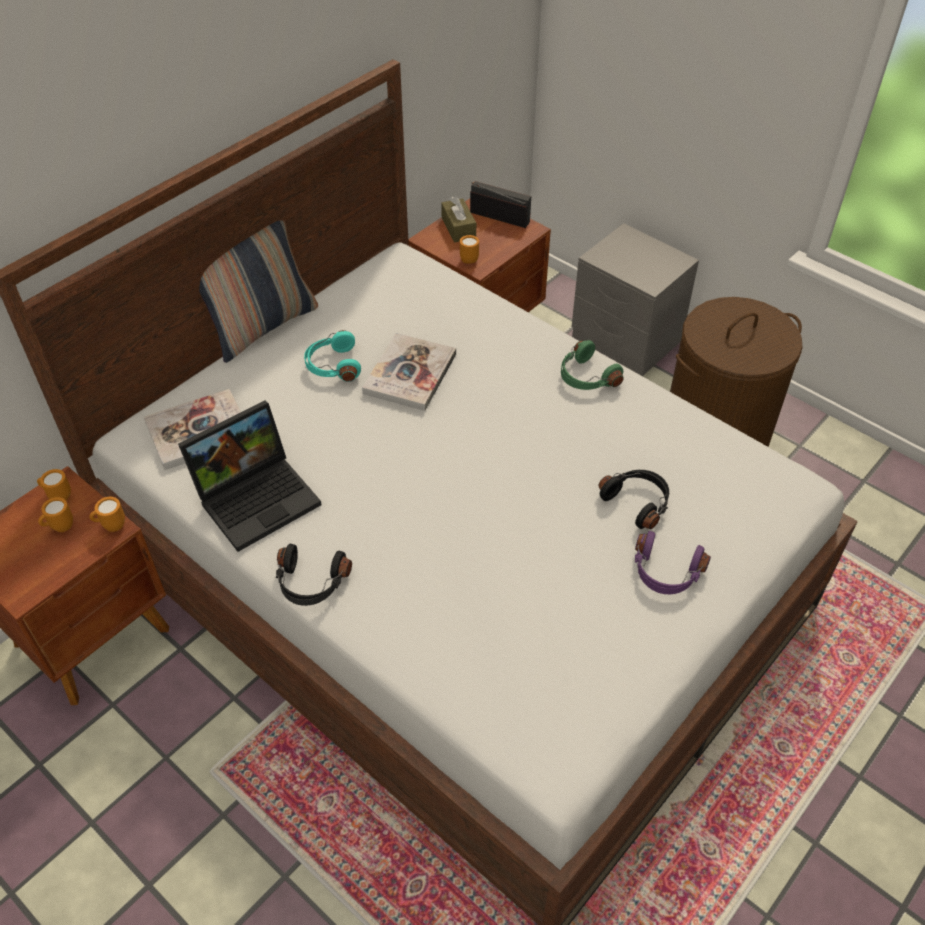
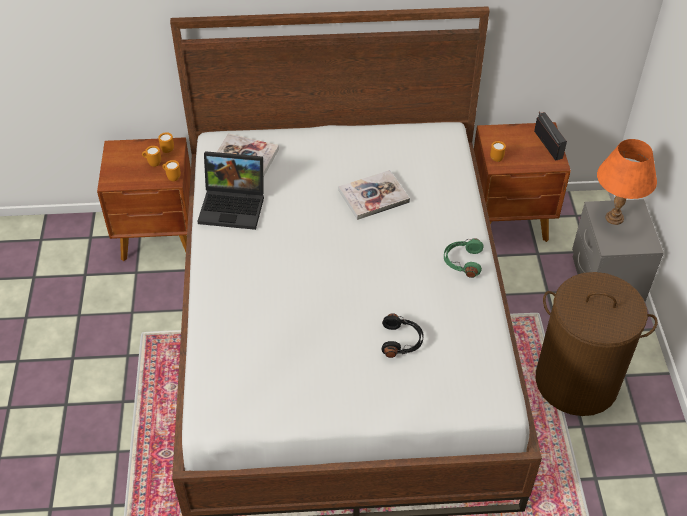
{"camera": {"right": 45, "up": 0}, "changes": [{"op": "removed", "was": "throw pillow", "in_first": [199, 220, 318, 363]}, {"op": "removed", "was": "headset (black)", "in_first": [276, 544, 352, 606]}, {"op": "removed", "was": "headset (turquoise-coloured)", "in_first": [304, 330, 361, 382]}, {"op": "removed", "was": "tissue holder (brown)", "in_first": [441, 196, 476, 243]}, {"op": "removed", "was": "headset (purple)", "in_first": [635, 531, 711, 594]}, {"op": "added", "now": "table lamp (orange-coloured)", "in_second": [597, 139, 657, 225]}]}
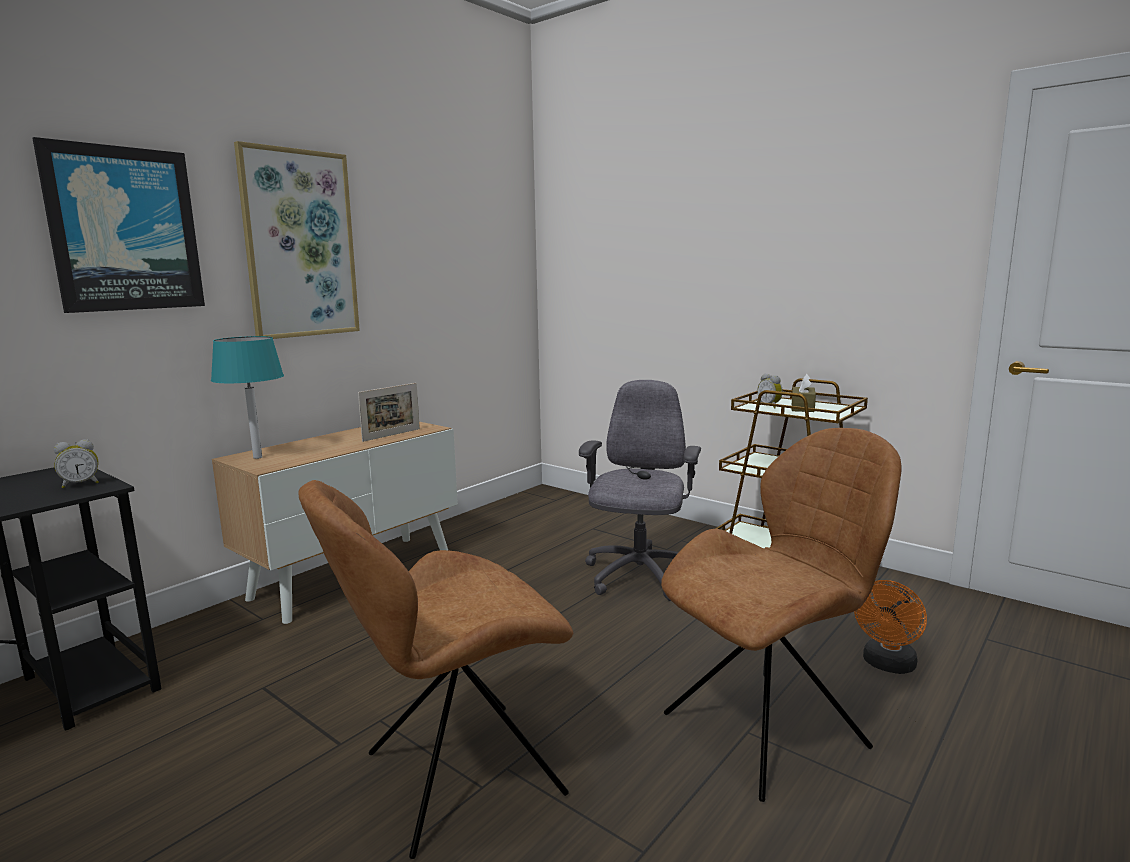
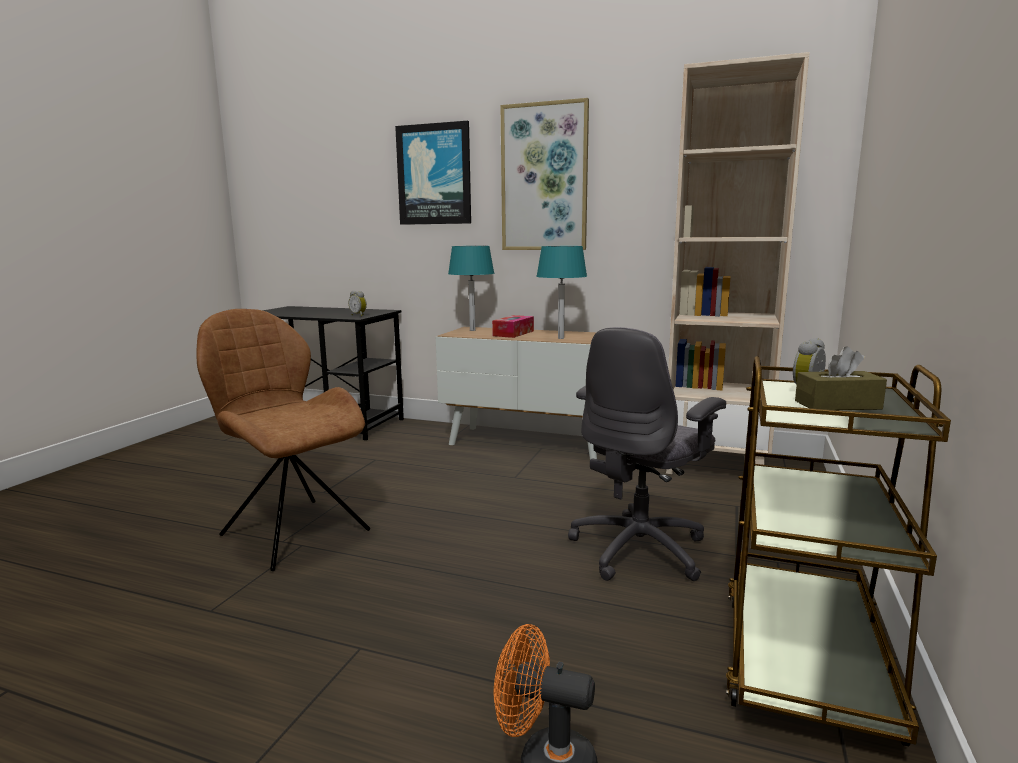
{"camera": {"right": 70, "up": 0}, "changes": [{"op": "replaced", "was": "photo frame", "now": "table lamp (turquoise-coloured)", "in_first": [358, 383, 420, 442], "in_second": [536, 246, 587, 339]}, {"op": "turned", "was": "desk chair (greyish)", "in_first": [579, 380, 701, 601], "in_second": [568, 327, 726, 581], "clockwise": 135}, {"op": "removed", "was": "plain chair (brown)", "in_first": [661, 428, 902, 802]}, {"op": "added", "now": "tissue holder", "in_second": [492, 315, 534, 338]}, {"op": "added", "now": "bookshelf (beige-coloured)", "in_second": [666, 52, 810, 474]}]}
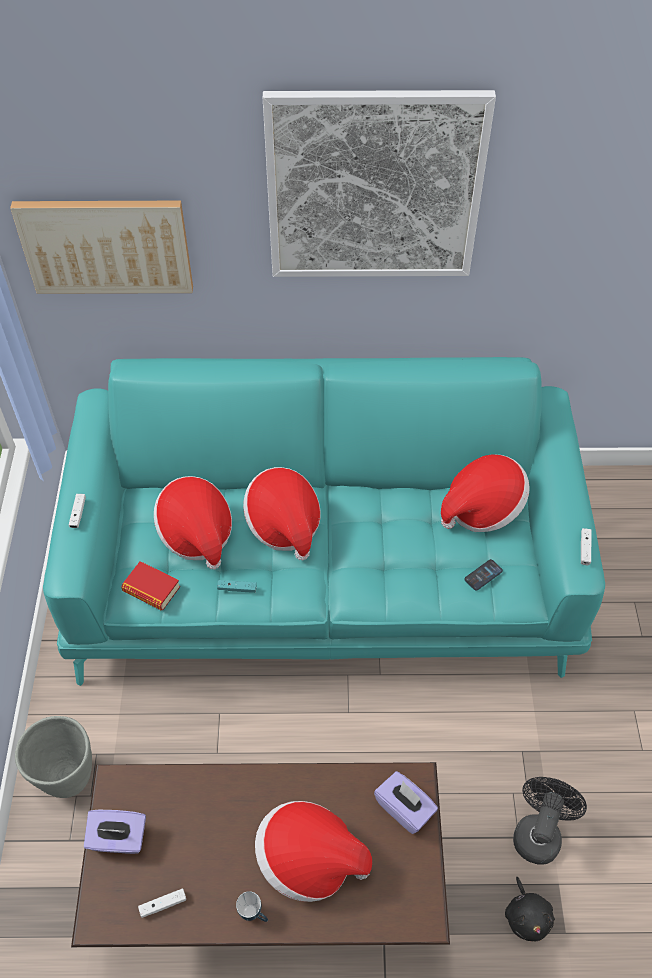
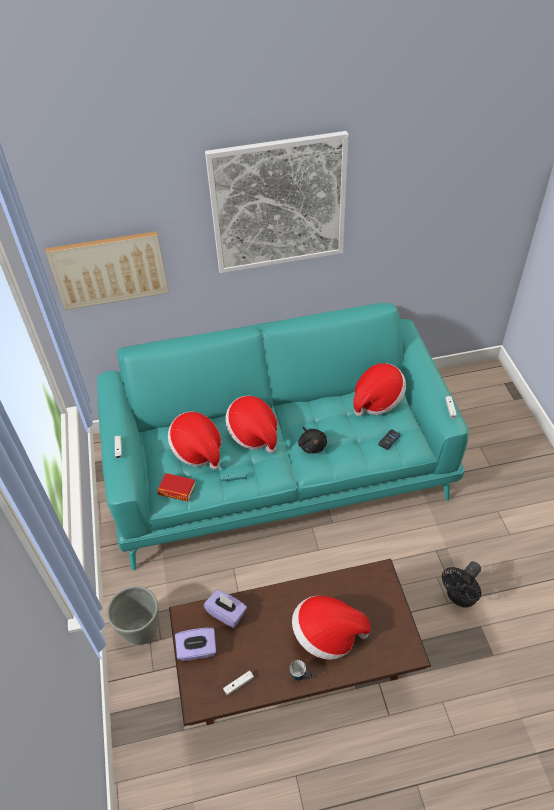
{"camera": {"right": -10, "up": -5}, "changes": [{"op": "moved", "was": "tissue holder (purple)", "in_first": [374, 771, 438, 834], "in_second": [204, 590, 247, 628]}, {"op": "moved", "was": "cuddly toy (black)", "in_first": [505, 877, 555, 942], "in_second": [298, 427, 327, 454]}, {"op": "turned", "was": "cooling fan (black)", "in_first": [513, 777, 587, 864], "in_second": [442, 561, 481, 607], "clockwise": -150}]}
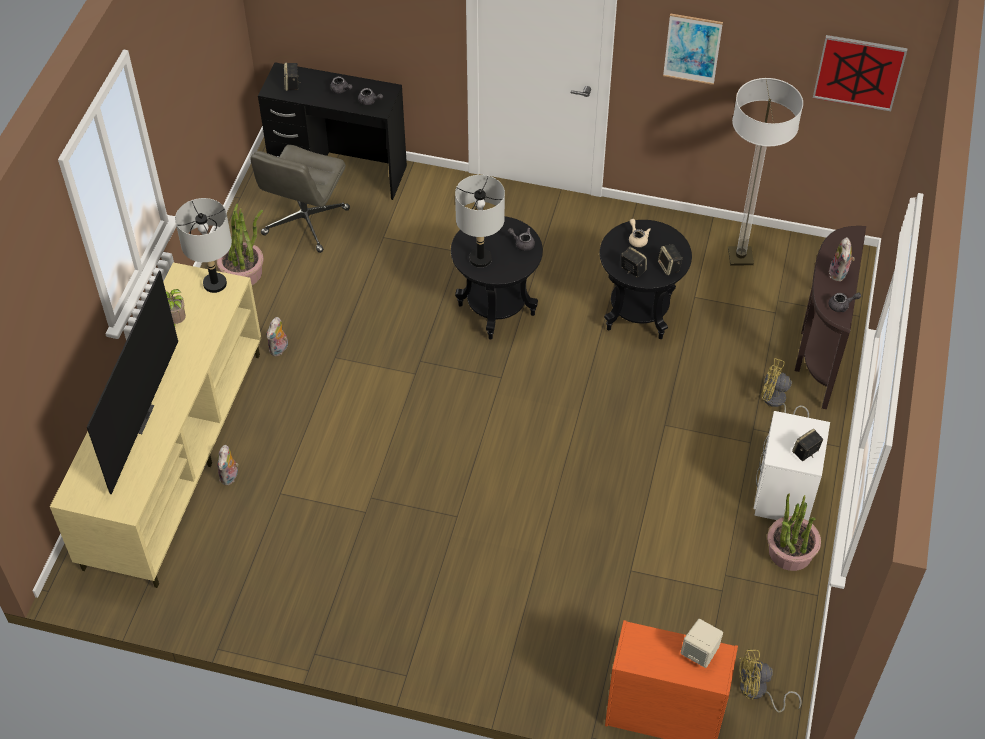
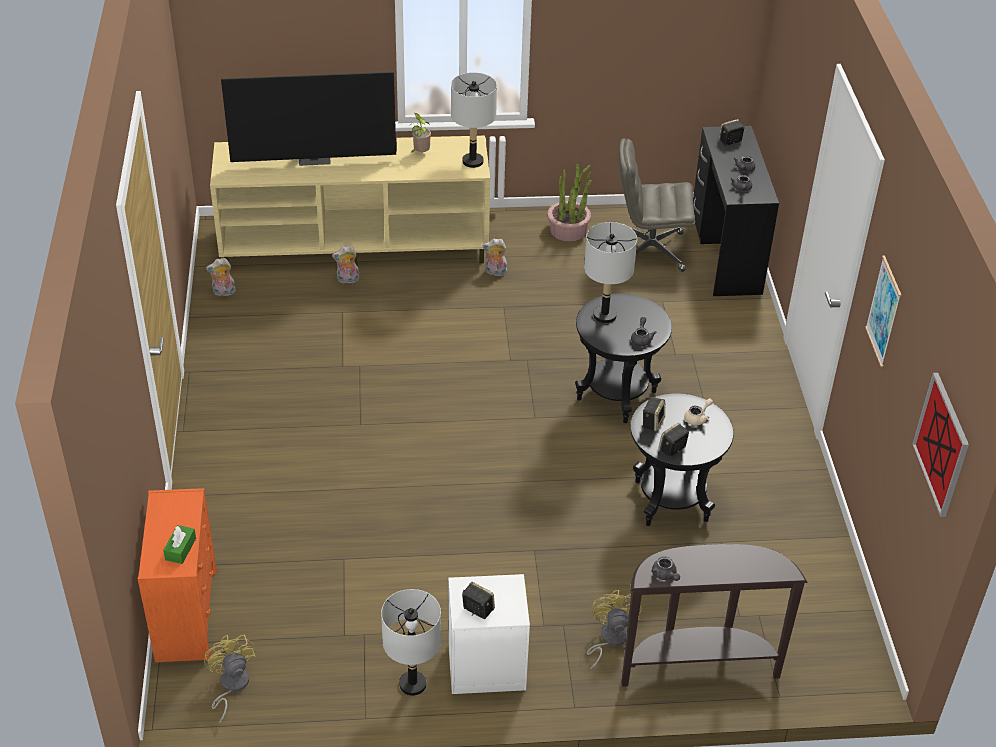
{"camera": {"right": 70, "up": -10}, "changes": [{"op": "replaced", "was": "audio speaker (beige-coloured)", "now": "tissue holder (green-coloured)", "in_first": [681, 619, 723, 668], "in_second": [163, 525, 196, 564]}, {"op": "removed", "was": "standing lamp", "in_first": [728, 78, 803, 265]}, {"op": "replaced", "was": "houseplant", "now": "table lamp (greyish)", "in_first": [767, 493, 821, 571], "in_second": [381, 589, 441, 696]}, {"op": "moved", "was": "cuddly toy", "in_first": [829, 237, 855, 282], "in_second": [206, 258, 236, 296]}]}
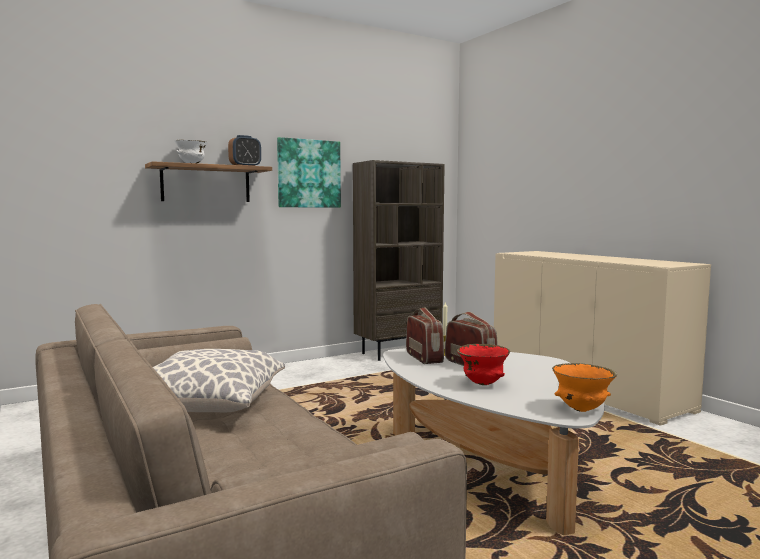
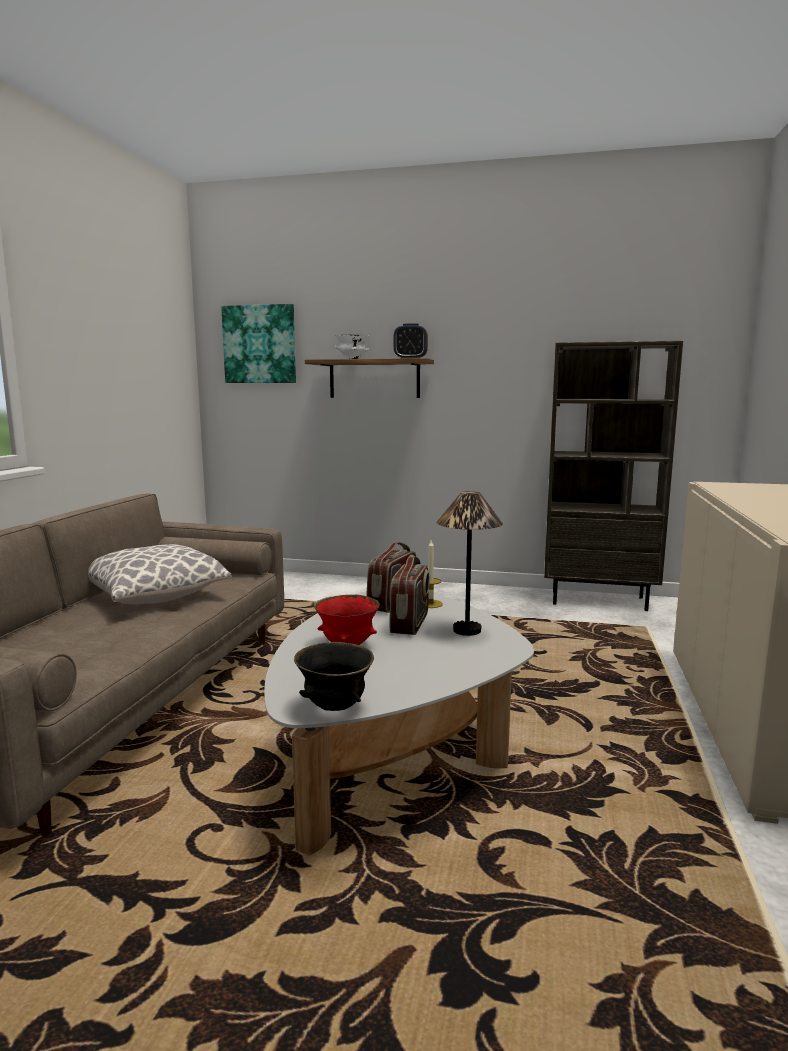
{"camera": {"right": 45, "up": 5}, "changes": [{"op": "moved", "was": "wall art", "in_first": [277, 137, 341, 208], "in_second": [221, 304, 296, 383]}, {"op": "recoloured", "was": "serving bowl (orange-coloured)", "now": "serving bowl (black)", "in_first": [552, 363, 617, 412], "in_second": [294, 642, 374, 711]}, {"op": "added", "now": "table lamp", "in_second": [437, 491, 503, 636]}]}
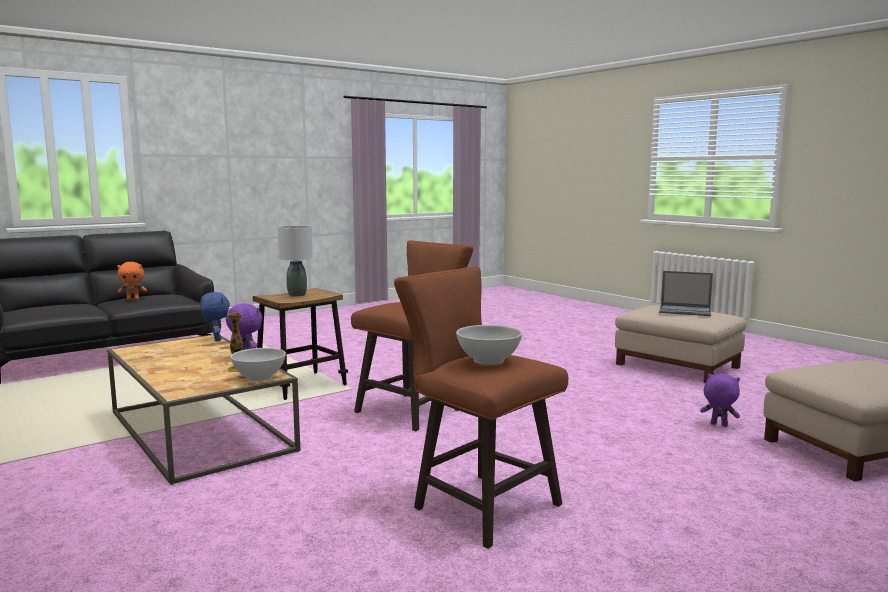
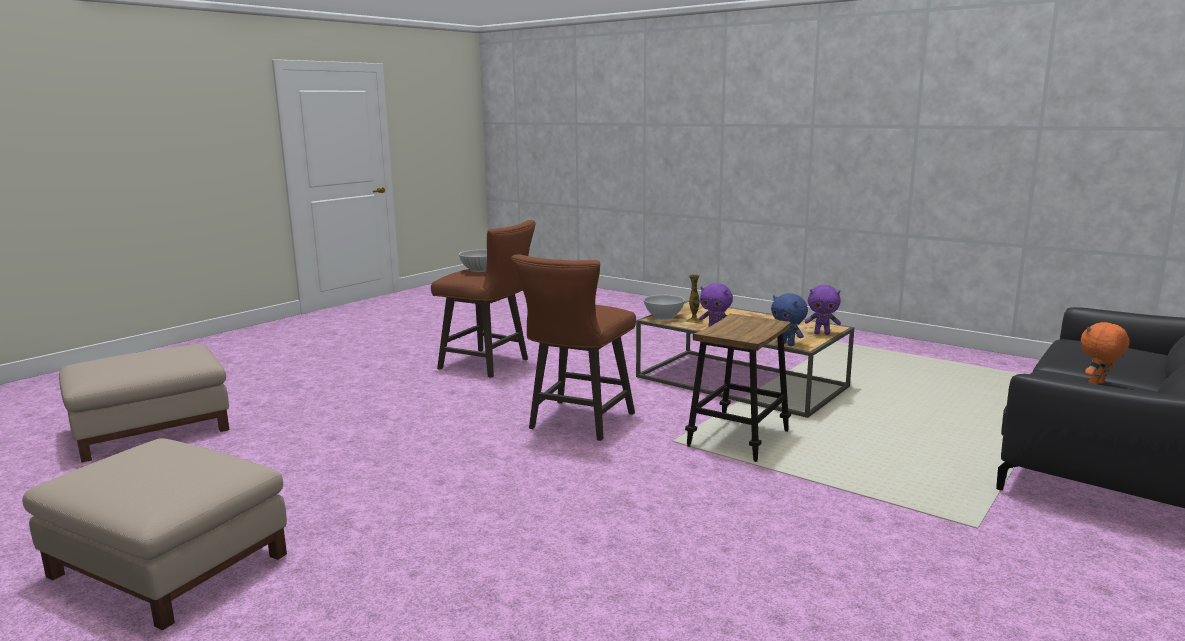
{"camera": {"right": 165, "up": 5}, "changes": [{"op": "removed", "was": "table lamp (greyish)", "in_first": [278, 226, 313, 297]}, {"op": "removed", "was": "portable computer", "in_first": [659, 271, 713, 316]}, {"op": "moved", "was": "cuddly toy (purple)", "in_first": [700, 373, 740, 427], "in_second": [805, 285, 841, 335]}]}
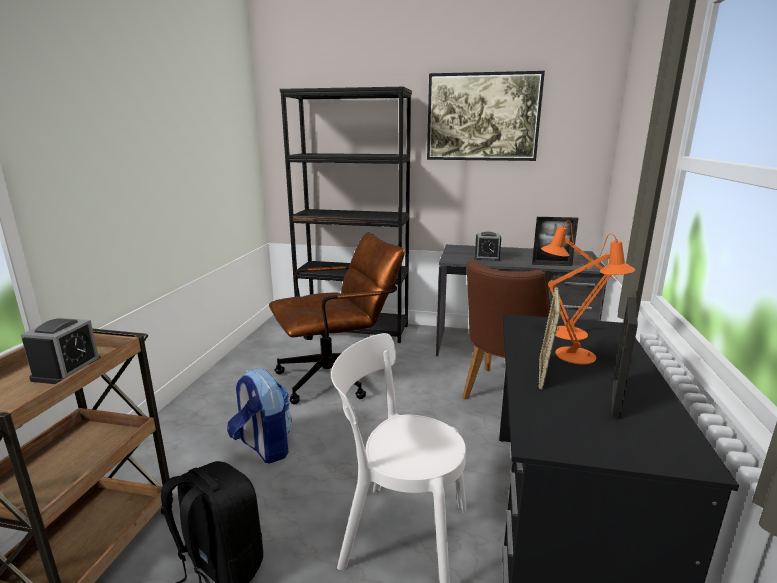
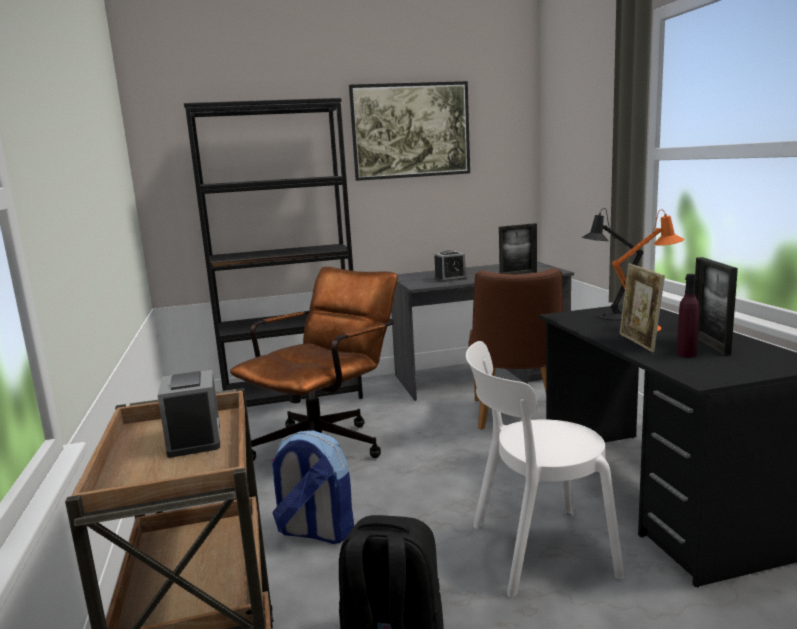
{"camera": {"right": -25, "up": -5}, "changes": [{"op": "recoloured", "was": "table lamp (orange-coloured)", "now": "table lamp (black)", "in_first": [541, 221, 612, 340], "in_second": [582, 208, 643, 320]}, {"op": "added", "now": "drink bottle (purple)", "in_second": [677, 274, 699, 357]}]}
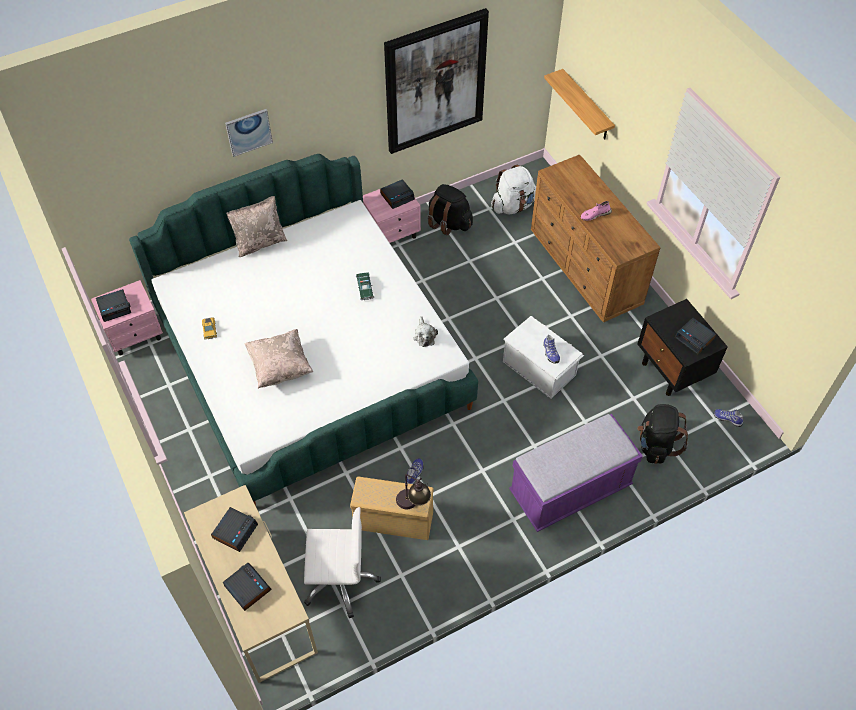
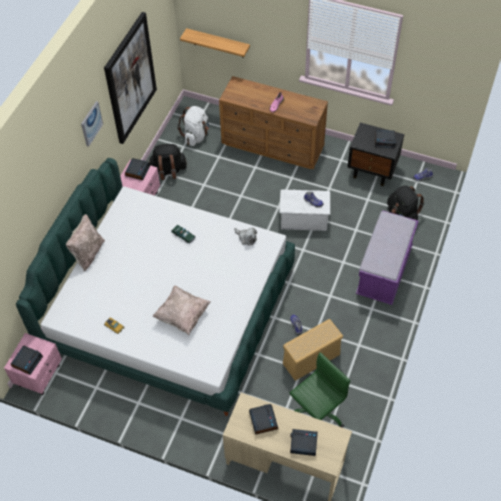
{"camera": {"right": -40, "up": 0}, "changes": [{"op": "moved", "was": "wall art", "in_first": [225, 109, 273, 157], "in_second": [81, 101, 103, 147]}, {"op": "recoloured", "was": "desk chair (whitish)", "now": "desk chair (green-coloured)", "in_first": [304, 507, 381, 618], "in_second": [290, 352, 350, 428]}, {"op": "removed", "was": "table lamp", "in_first": [396, 474, 431, 509]}]}
